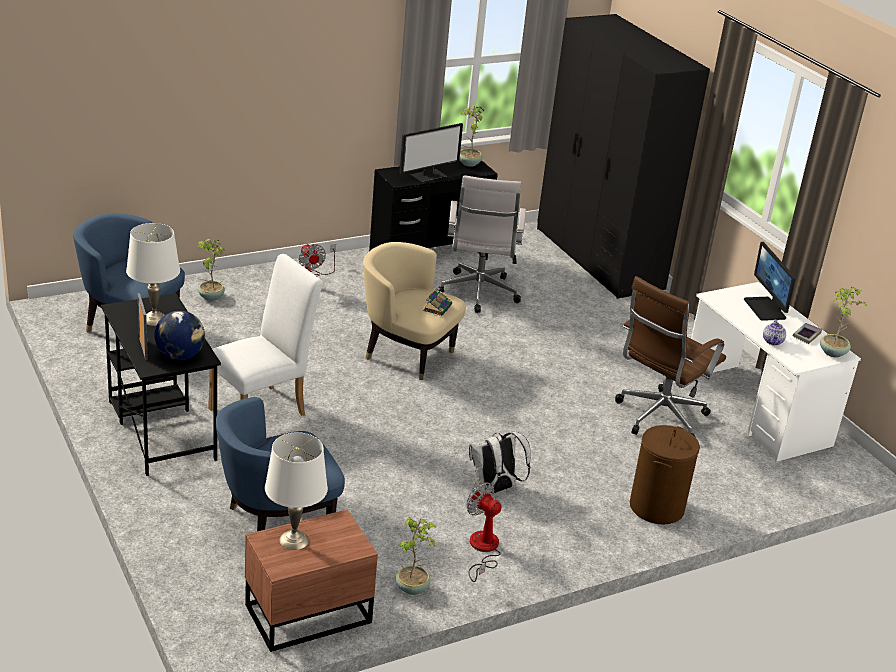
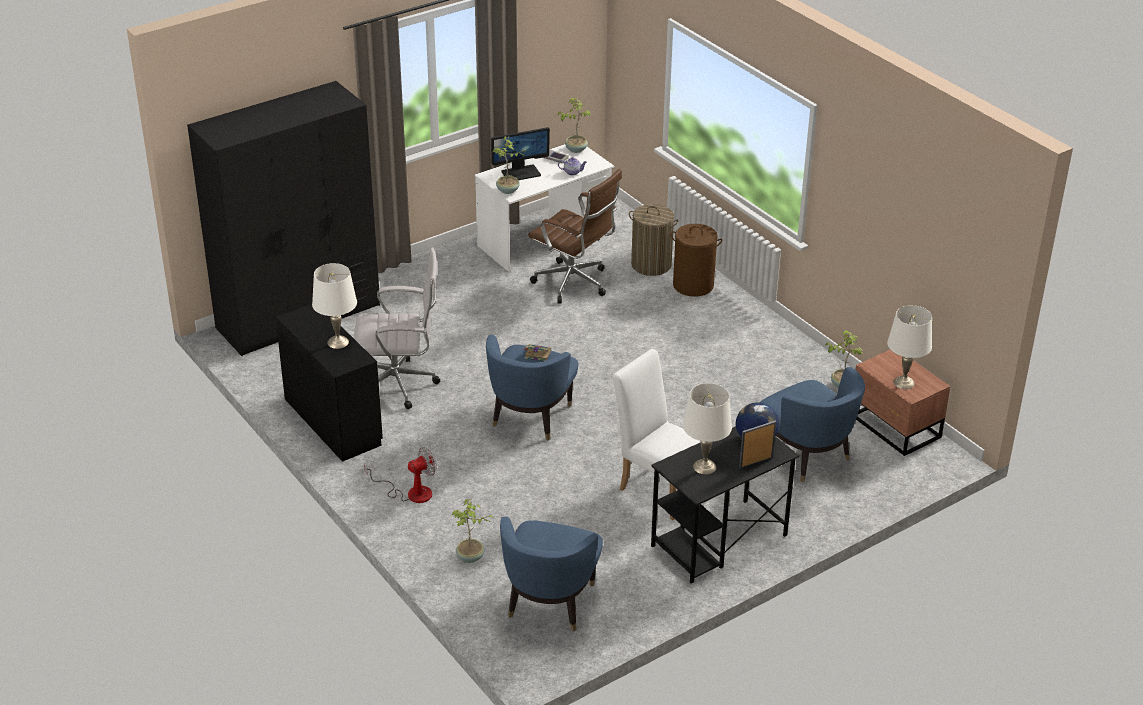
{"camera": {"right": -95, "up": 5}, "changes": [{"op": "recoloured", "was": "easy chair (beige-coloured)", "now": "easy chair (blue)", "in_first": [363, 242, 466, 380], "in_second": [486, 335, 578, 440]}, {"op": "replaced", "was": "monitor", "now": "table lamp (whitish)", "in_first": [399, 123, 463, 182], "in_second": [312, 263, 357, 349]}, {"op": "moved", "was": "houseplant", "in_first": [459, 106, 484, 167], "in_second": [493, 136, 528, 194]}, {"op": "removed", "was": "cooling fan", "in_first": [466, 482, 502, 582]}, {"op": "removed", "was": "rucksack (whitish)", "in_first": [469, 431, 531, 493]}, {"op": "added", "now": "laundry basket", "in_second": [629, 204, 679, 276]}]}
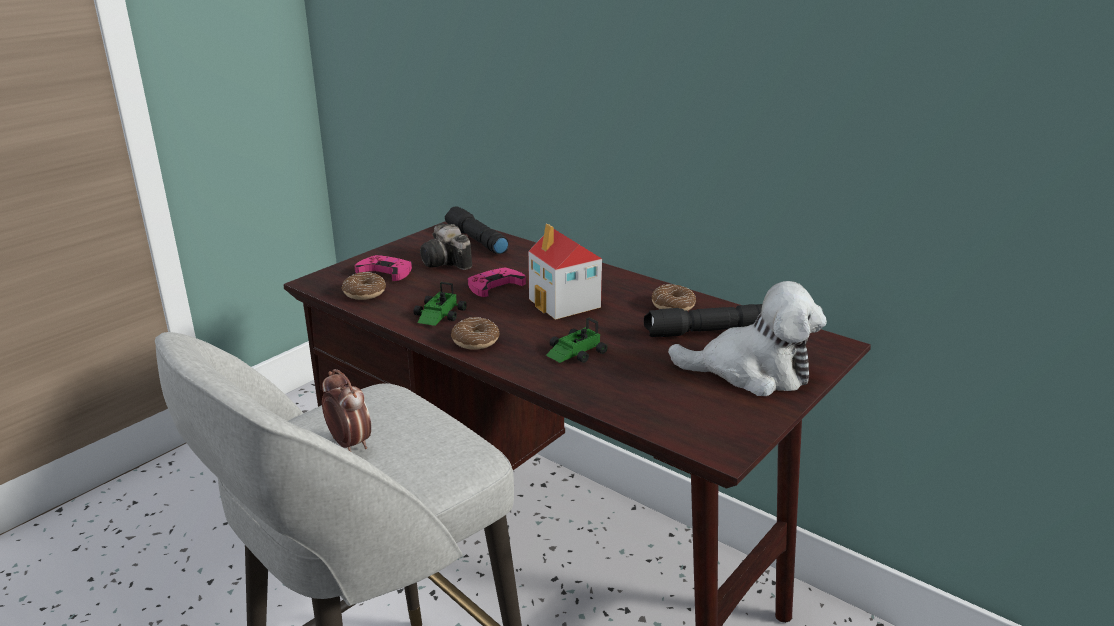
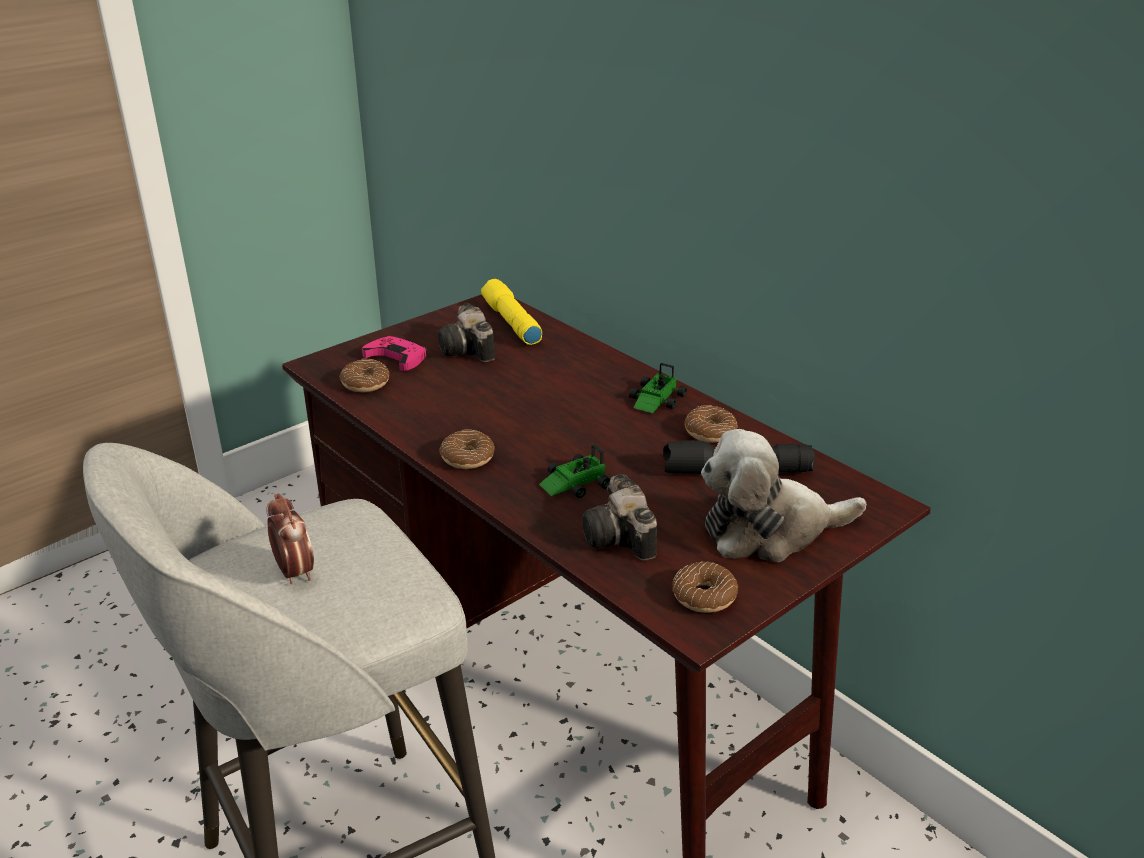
{"camera": {"right": 10, "up": 5}, "changes": [{"op": "moved", "was": "toy car", "in_first": [414, 282, 467, 326], "in_second": [629, 363, 687, 413]}, {"op": "recoloured", "was": "torch (black)", "now": "torch (yellow)", "in_first": [445, 206, 508, 254], "in_second": [481, 279, 542, 345]}, {"op": "removed", "was": "game controller (pink)", "in_first": [467, 267, 526, 297]}, {"op": "removed", "was": "miniature house", "in_first": [528, 224, 602, 320]}, {"op": "turned", "was": "cuddly toy", "in_first": [668, 281, 827, 396], "in_second": [701, 429, 866, 562], "clockwise": 150}, {"op": "added", "now": "photo camera", "in_second": [582, 474, 657, 561]}, {"op": "added", "now": "ring doughnut", "in_second": [672, 561, 738, 613]}]}
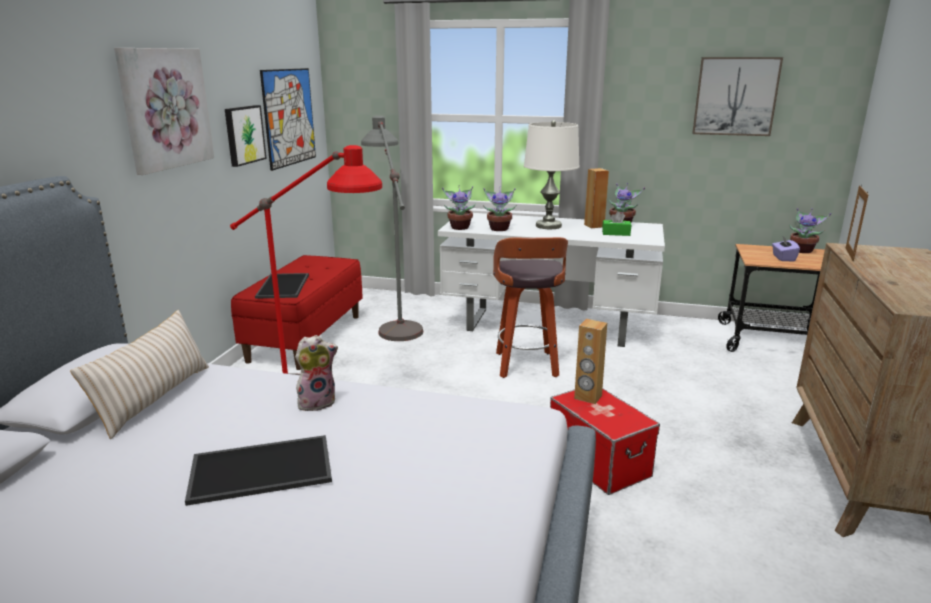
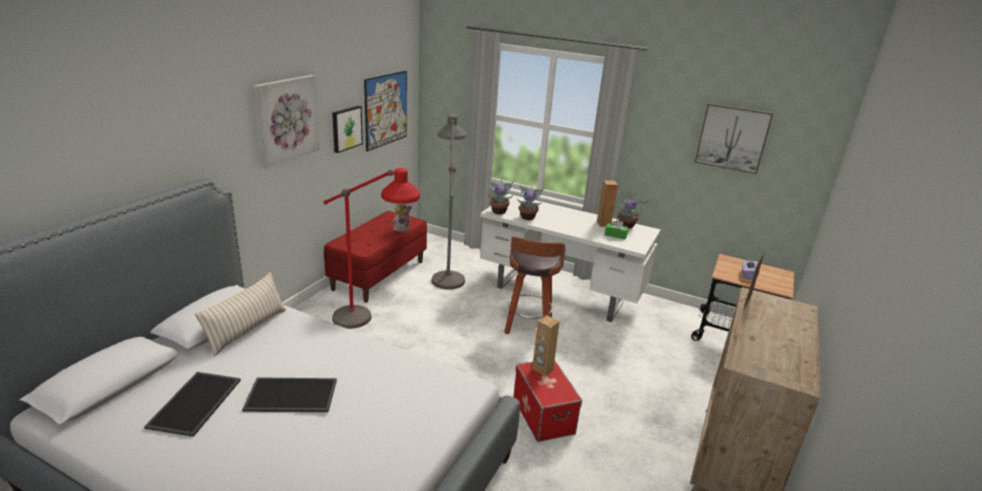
{"camera": {"right": 10, "up": 5}, "changes": [{"op": "moved", "was": "tray", "in_first": [255, 273, 309, 299], "in_second": [144, 372, 241, 437]}, {"op": "moved", "was": "cuddly toy", "in_first": [295, 335, 338, 411], "in_second": [393, 204, 412, 232]}, {"op": "removed", "was": "table lamp (whitish)", "in_first": [524, 120, 580, 229]}, {"op": "removed", "was": "houseplant", "in_first": [789, 208, 831, 253]}]}
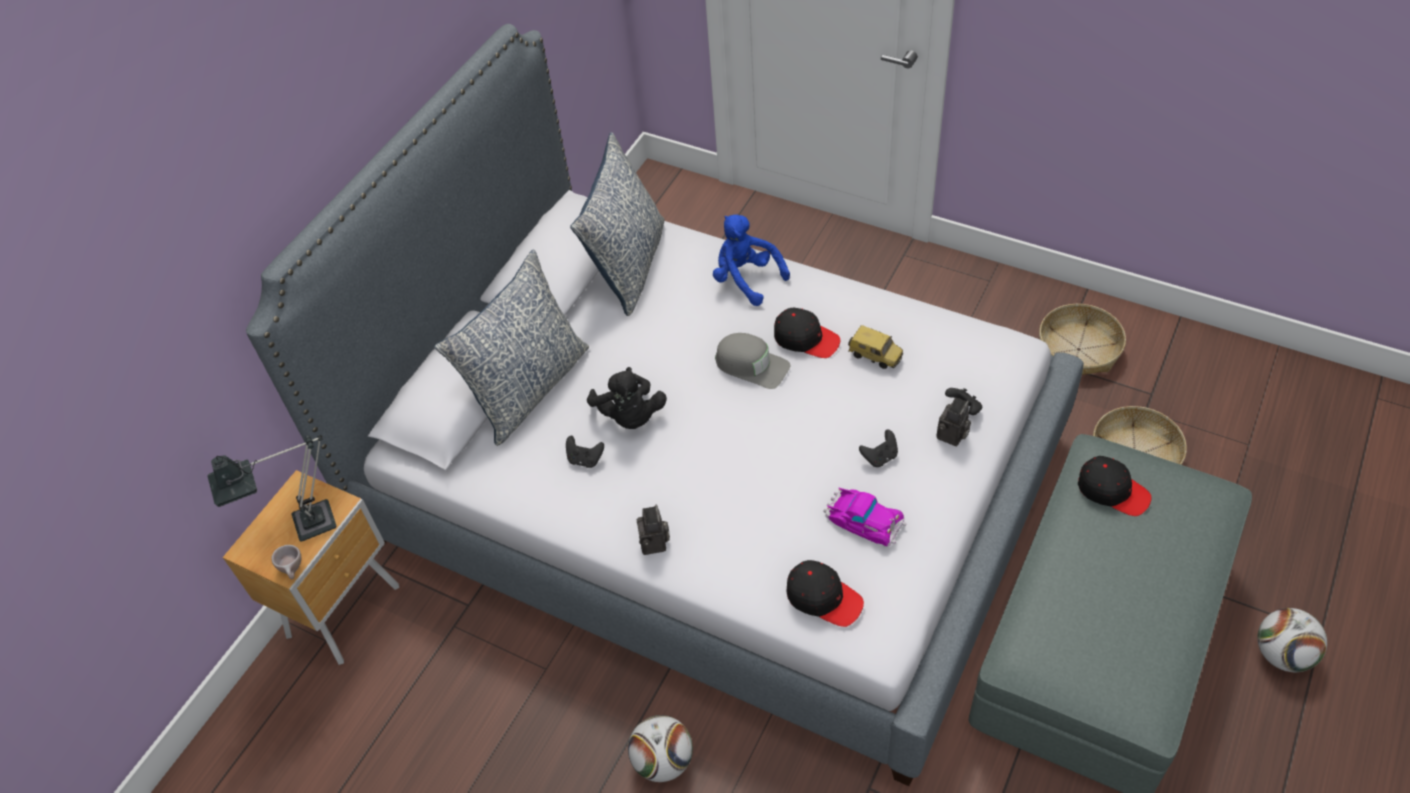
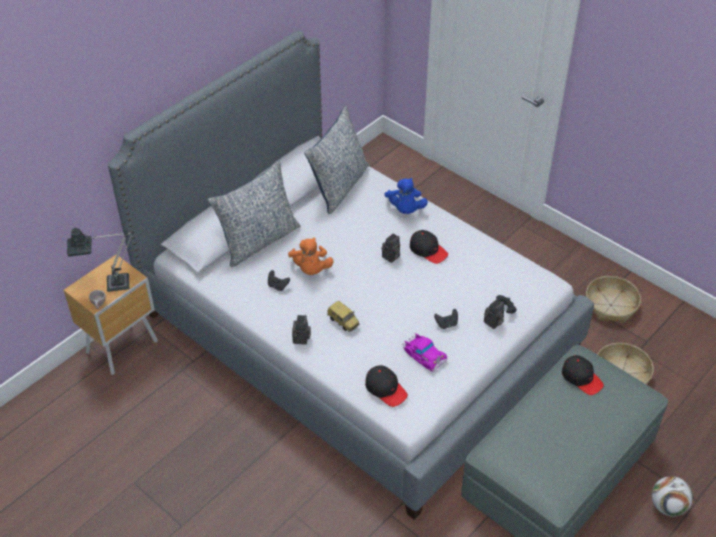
{"camera": {"right": 10, "up": -5}, "changes": [{"op": "recoloured", "was": "cuddly toy (black)", "now": "cuddly toy (orange-coloured)", "in_first": [587, 367, 667, 429], "in_second": [288, 238, 334, 275]}, {"op": "removed", "was": "football ball", "in_first": [628, 715, 693, 782]}, {"op": "turned", "was": "cuddly toy (blue)", "in_first": [713, 214, 790, 306], "in_second": [384, 178, 428, 214], "clockwise": -150}, {"op": "replaced", "was": "cap (greyish)", "now": "photo camera", "in_first": [715, 333, 790, 389], "in_second": [381, 233, 400, 263]}, {"op": "moved", "was": "toy car", "in_first": [848, 325, 903, 369], "in_second": [327, 301, 360, 332]}]}
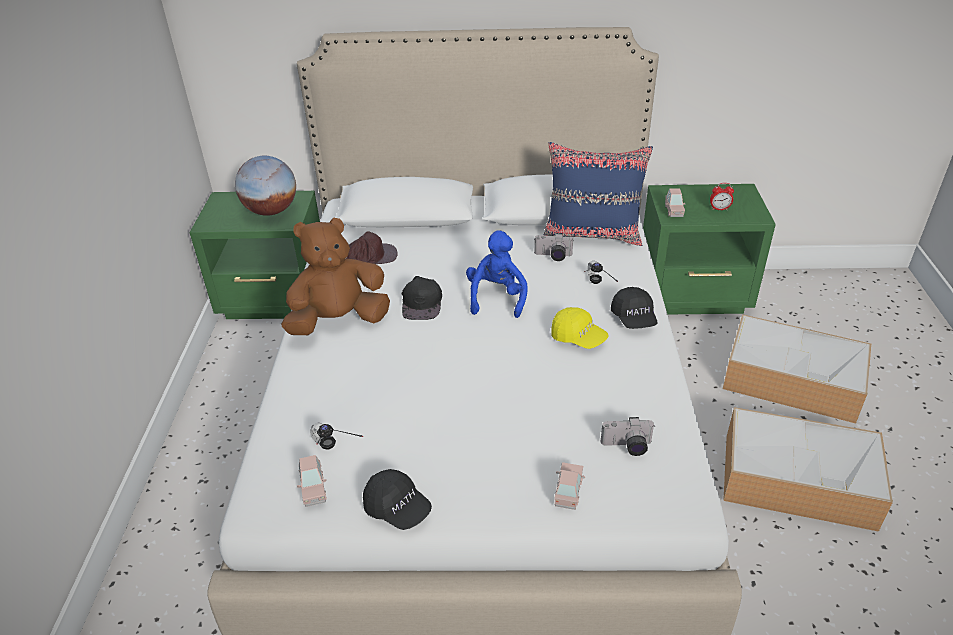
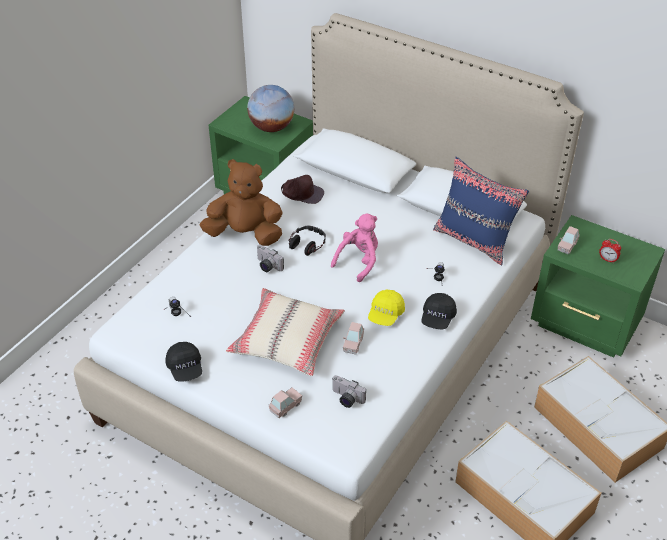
{"camera": {"right": 30, "up": 5}, "changes": [{"op": "moved", "was": "toy car (pink)", "in_first": [297, 455, 327, 507], "in_second": [343, 322, 364, 355]}, {"op": "replaced", "was": "cap (black)", "now": "headset", "in_first": [401, 276, 442, 320], "in_second": [288, 226, 326, 256]}, {"op": "recoloured", "was": "cuddly toy (blue)", "now": "cuddly toy (pink)", "in_first": [466, 231, 528, 318], "in_second": [331, 214, 378, 282]}, {"op": "moved", "was": "photo camera", "in_first": [534, 233, 574, 261], "in_second": [257, 245, 284, 272]}, {"op": "turned", "was": "cap (yellow)", "in_first": [551, 307, 609, 349], "in_second": [368, 289, 405, 326], "clockwise": 45}, {"op": "added", "now": "throw pillow (beige-coloured)", "in_second": [226, 288, 345, 376]}]}
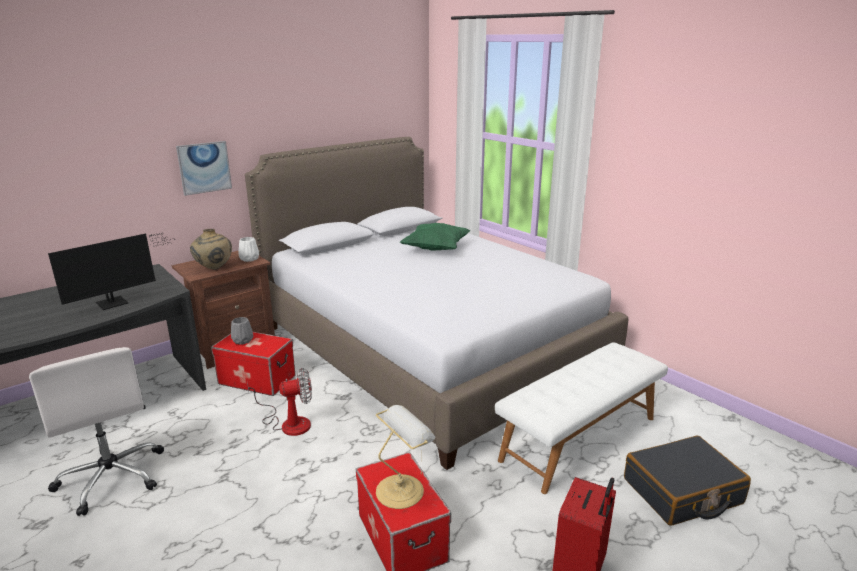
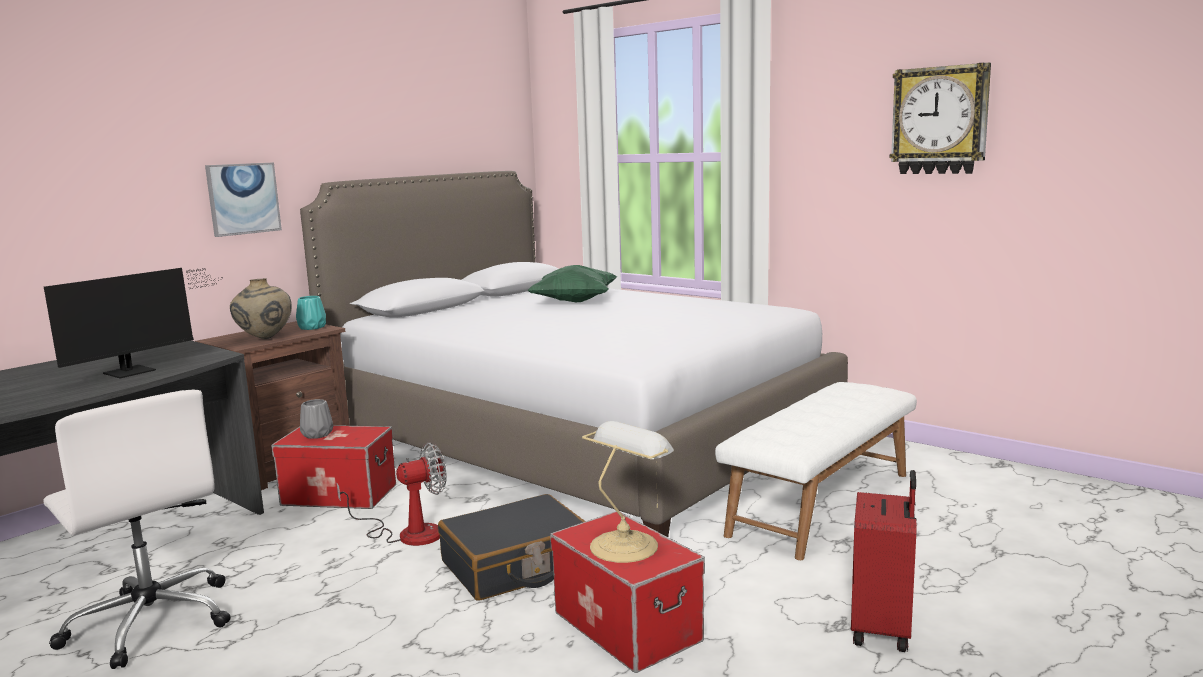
{"camera": {"right": -10, "up": -10}, "changes": [{"op": "recoloured", "was": "flower vase (whitish)", "now": "flower vase (turquoise-coloured)", "in_first": [238, 237, 259, 262], "in_second": [296, 296, 326, 330]}, {"op": "moved", "was": "suitcase (black)", "in_first": [624, 436, 751, 526], "in_second": [438, 494, 585, 601]}, {"op": "added", "now": "clock on the wall", "in_second": [890, 63, 991, 174]}]}
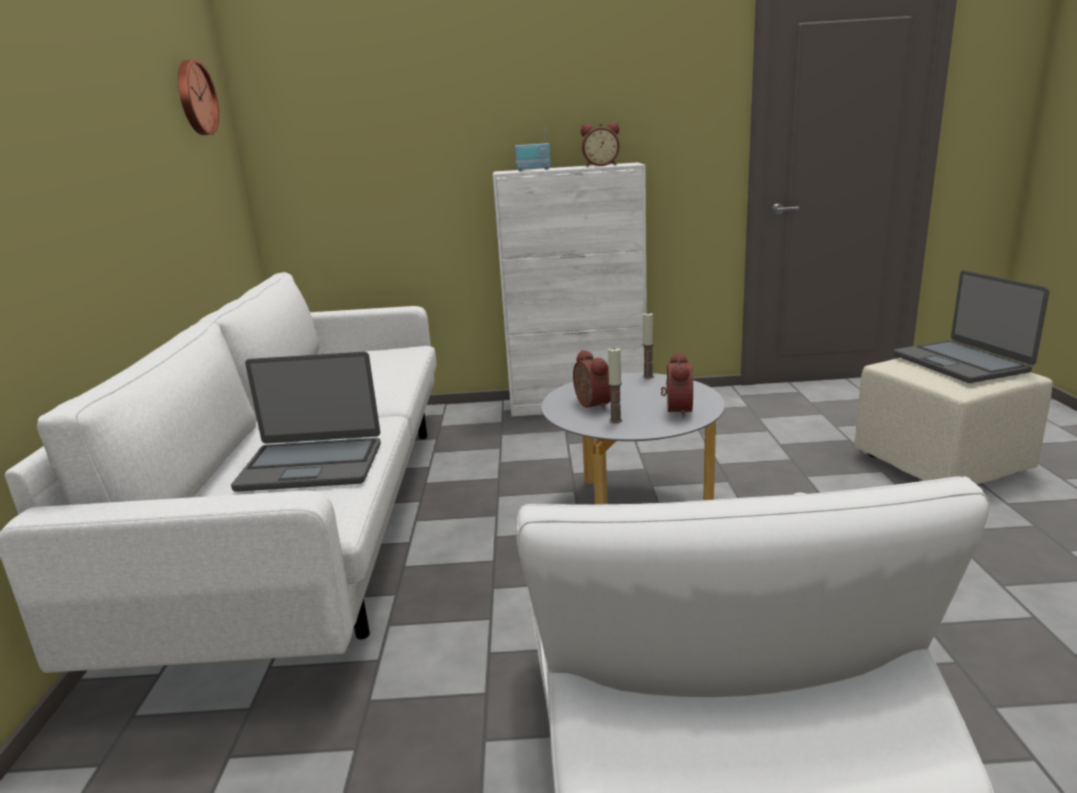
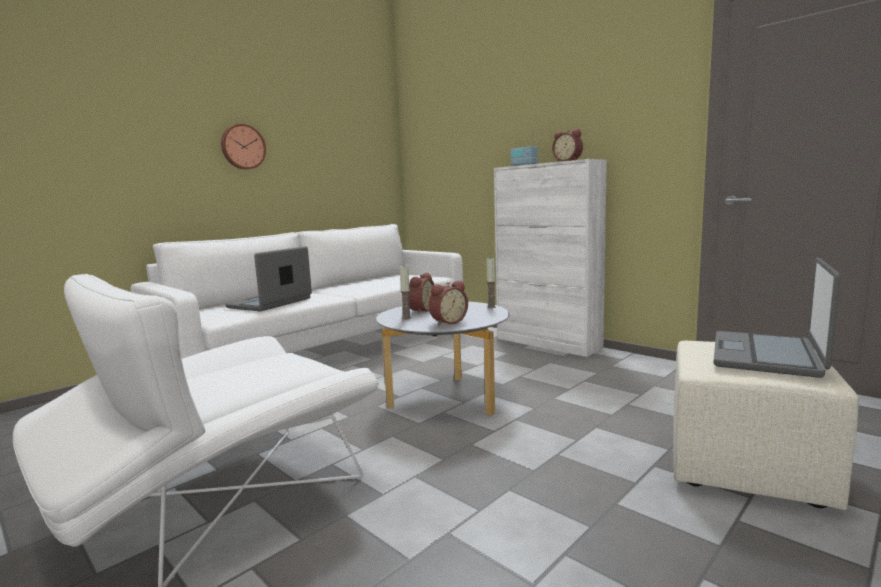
{"camera": {"right": 45, "up": -10}, "changes": [{"op": "moved", "was": "clock on the wall", "in_first": [178, 59, 219, 135], "in_second": [221, 124, 266, 170]}, {"op": "turned", "was": "portable computer", "in_first": [231, 352, 381, 492], "in_second": [225, 246, 312, 311], "clockwise": 75}]}
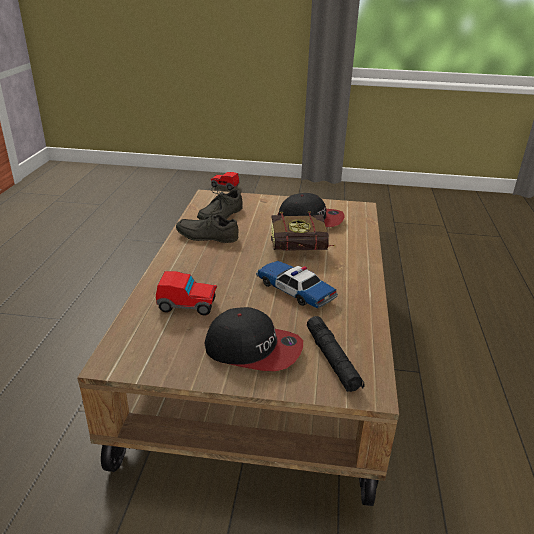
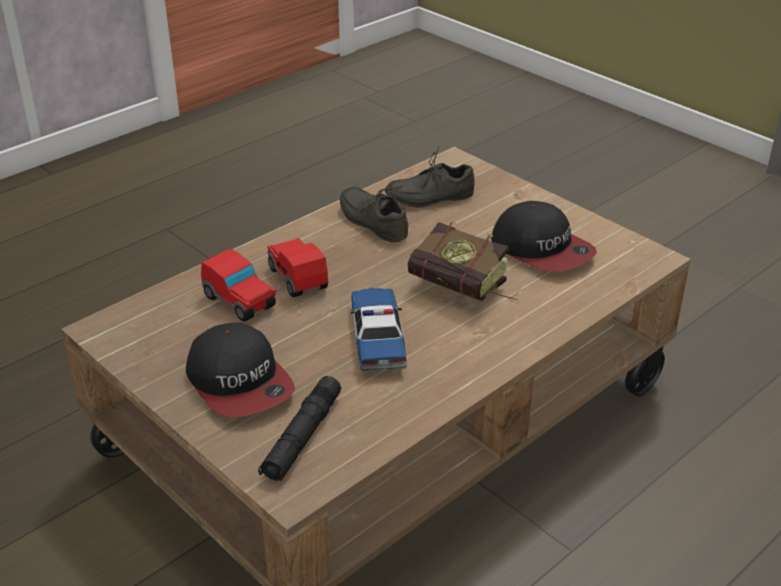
{"camera": {"right": 40, "up": 5}, "changes": [{"op": "moved", "was": "toy car", "in_first": [211, 172, 239, 191], "in_second": [267, 238, 329, 297]}]}
